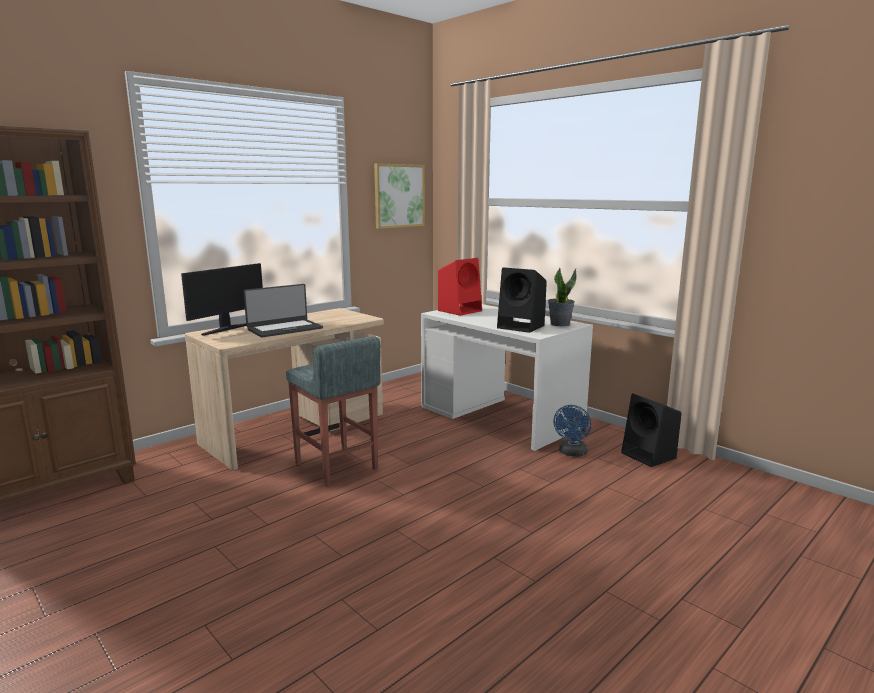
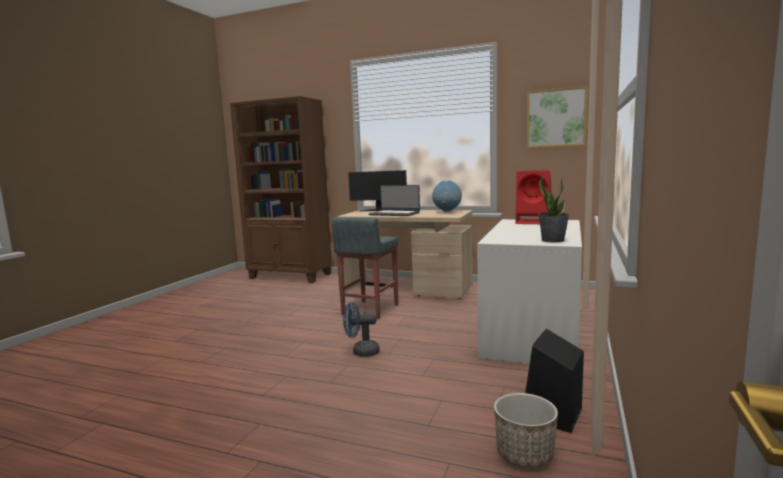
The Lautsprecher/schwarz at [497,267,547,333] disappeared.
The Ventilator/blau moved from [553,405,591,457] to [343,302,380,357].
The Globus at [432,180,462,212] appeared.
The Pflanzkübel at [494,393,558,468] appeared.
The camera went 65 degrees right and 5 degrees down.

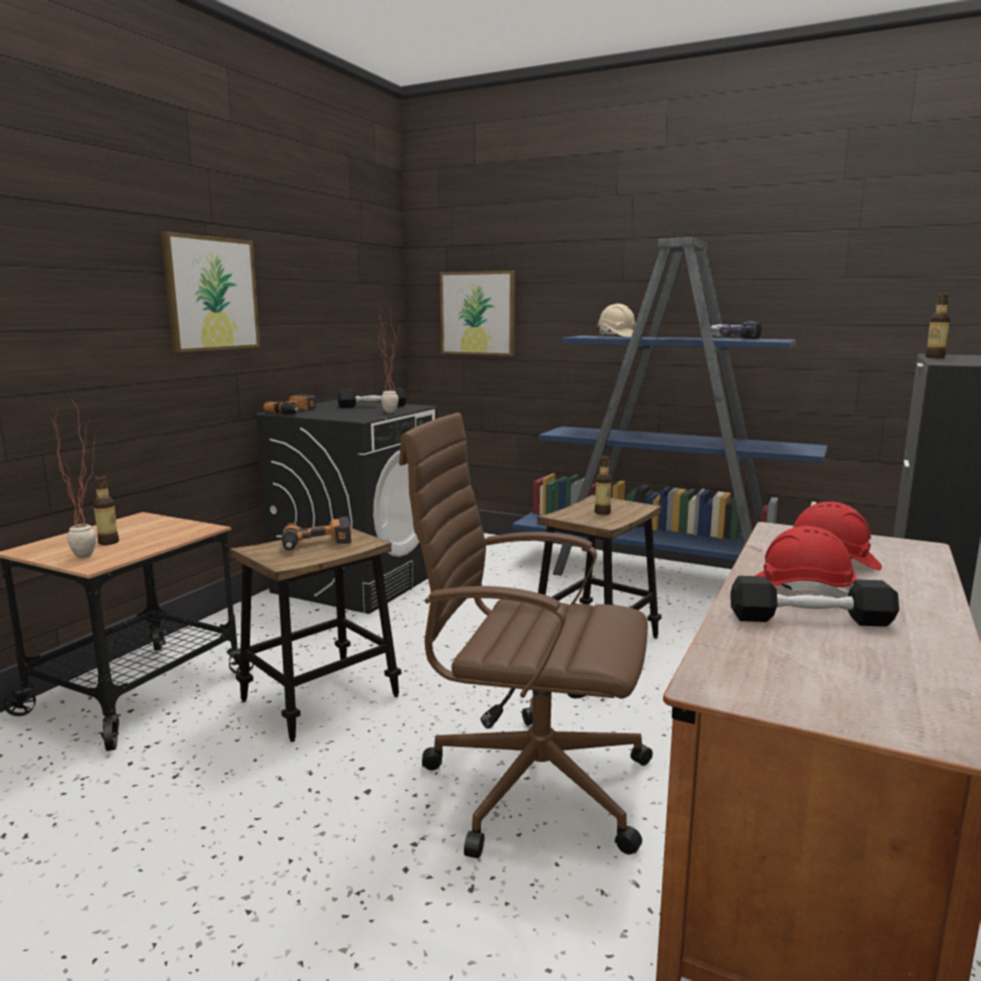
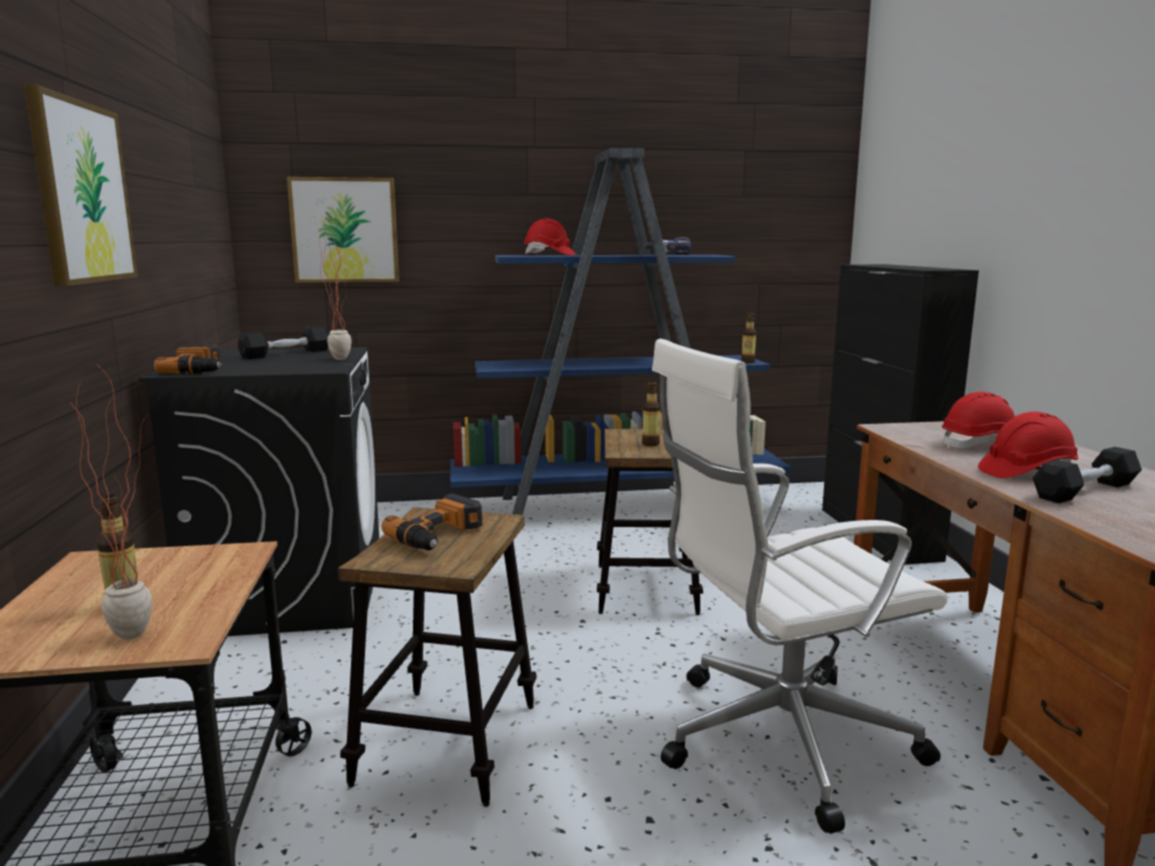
The Bürostuhl/braun at [399,413,653,858] became the Bürostuhl/weiß at [652,339,948,834].
The Schutzhelm/beige at [597,304,636,337] became the Schutzhelm/rot at [524,218,576,255].
The Flasche moved from [925,293,950,358] to [741,313,756,363].
The camera went 35 degrees left and 0 degrees up.

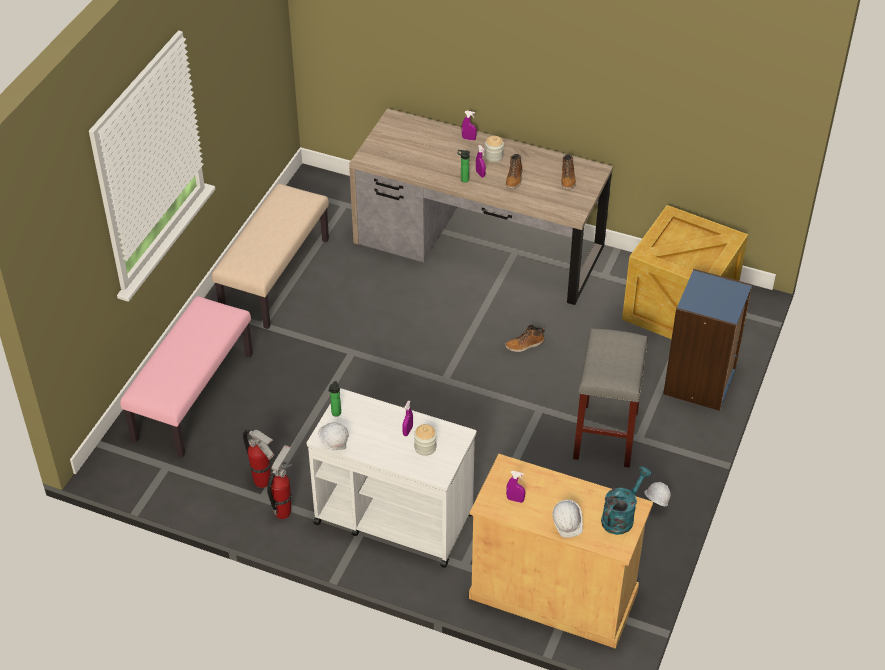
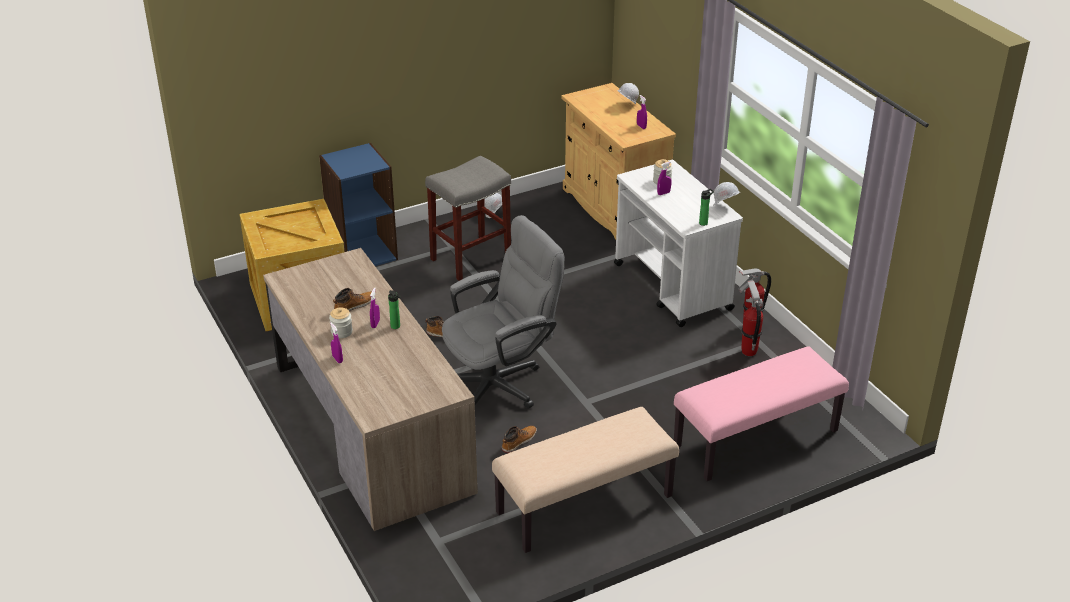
The Stiefel moved from [561,154,576,189] to [501,426,537,453].
The Gießkanne/türkis at [601,466,652,535] disappeared.
The Bürostuhl/grau at [442,215,565,409] appeared.
The camera went 140 degrees left and 10 degrees down.

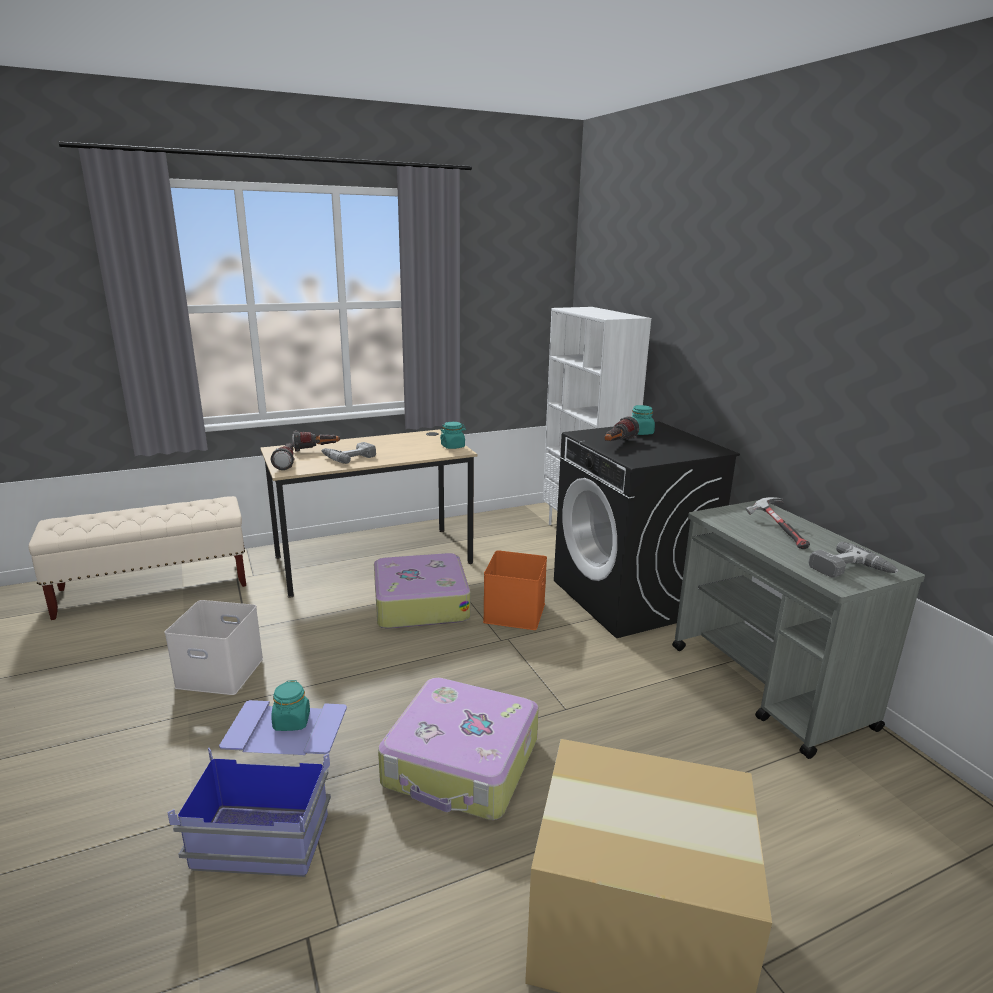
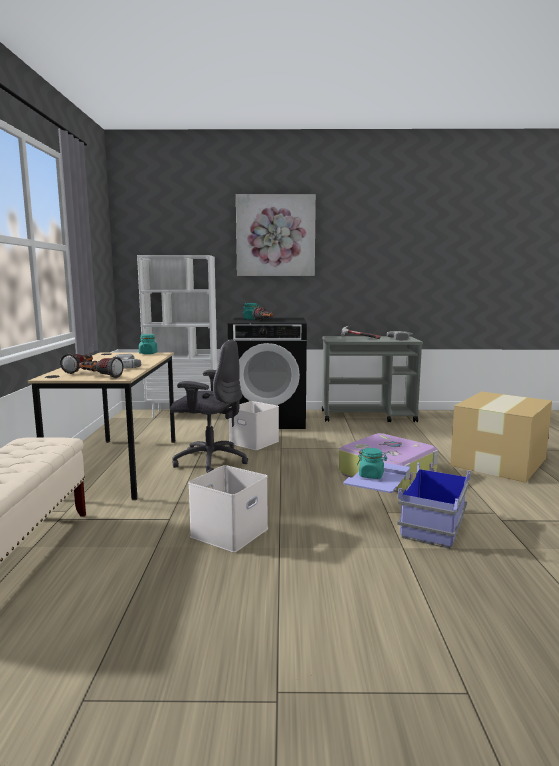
The Koffer at [374,553,470,629] was replaced by the Bürostuhl/grau at [170,340,248,473].
The Aufbewahrungsbox/orange at [483,550,547,630] became the Aufbewahrungsbox/weiß at [229,401,279,450].
The Bild at [236,194,316,276] appeared.
The camera went 65 degrees left and 10 degrees down.

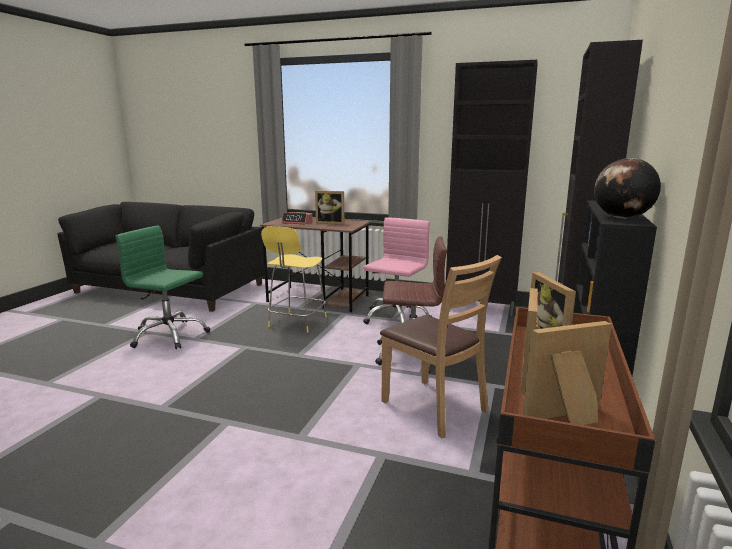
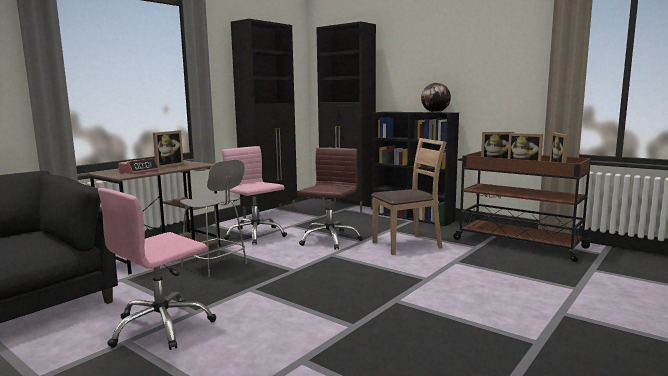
The Bürostuhl/grün at [115,226,210,349] became the Bürostuhl/rosa at [98,188,216,350].
The Hocker/gelb at [261,226,327,333] became the Hocker/grau at [180,160,247,277].
The camera went 70 degrees left and 5 degrees down.

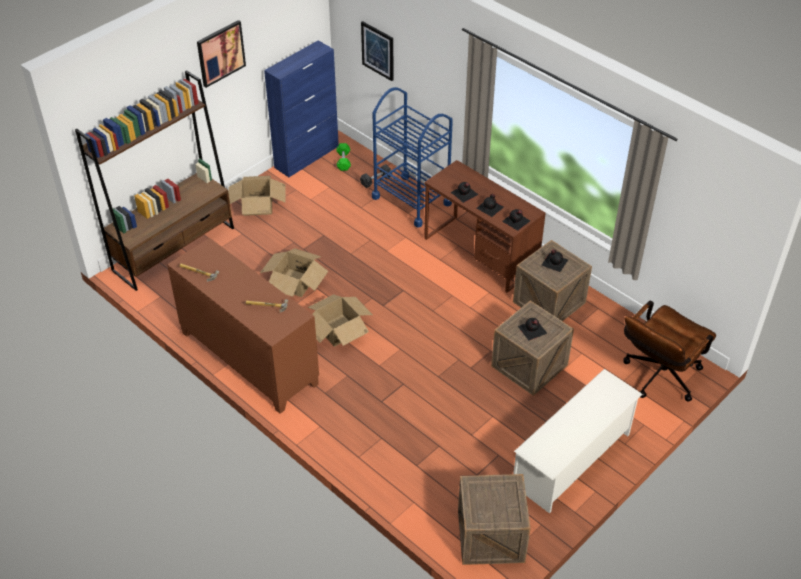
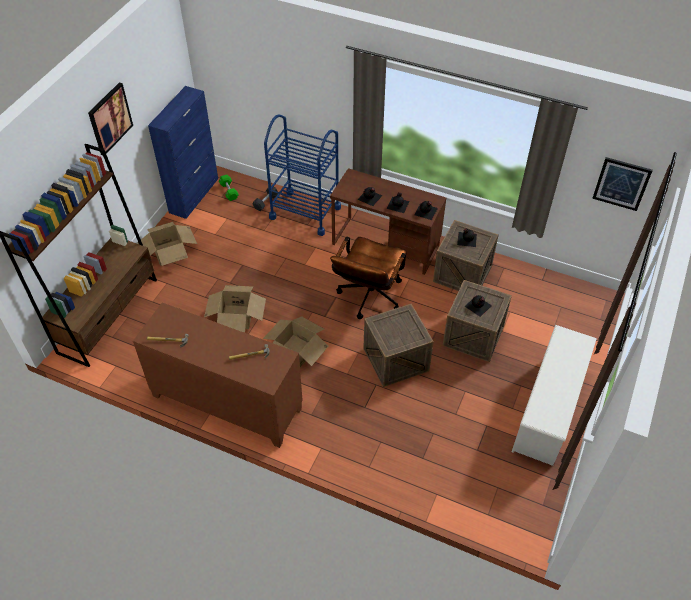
The Bild moved from [361,21,394,81] to [592,157,653,211].
The Kiste moved from [458,474,531,565] to [363,304,434,387].
The Bürostuhl/braun moved from [623,300,716,402] to [330,237,407,319].
The camera went 20 degrees left and 5 degrees up.

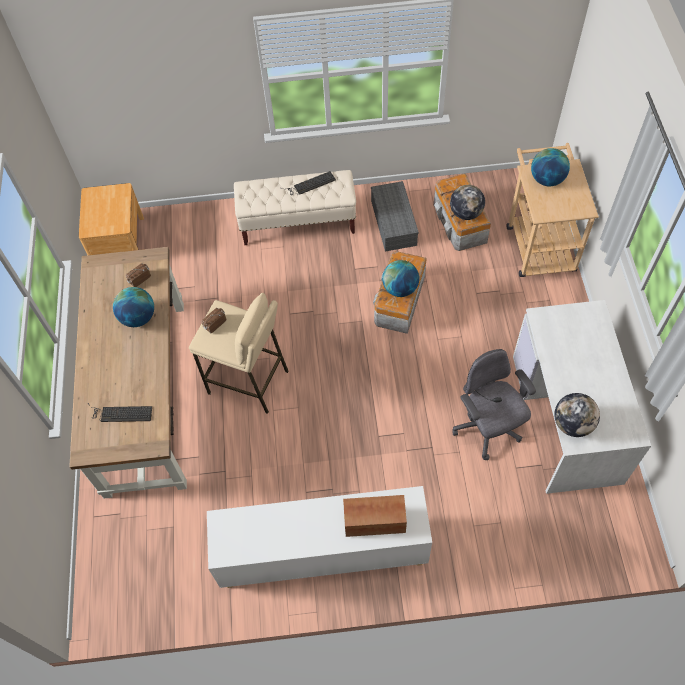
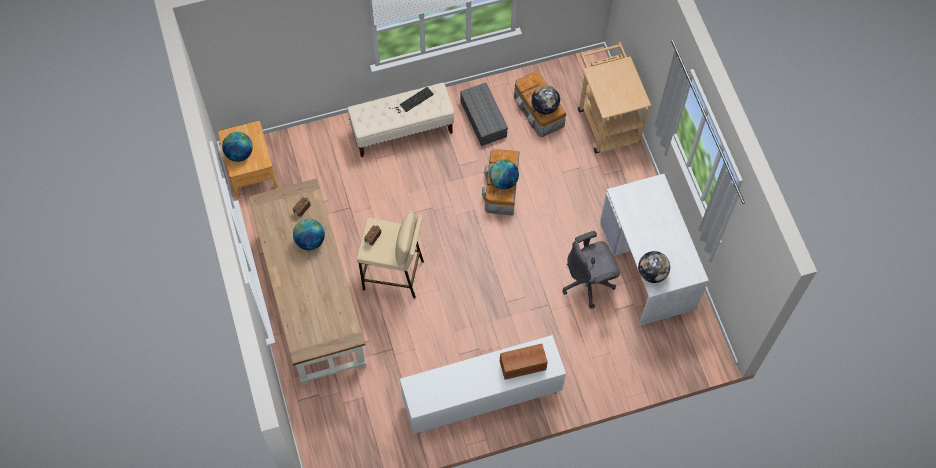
The Tastatur at [88,403,152,422] disappeared.
The Bürostuhl/grau at [452,349,536,460] turned 75 degrees counterclockwise.
The Globus moved from [531,148,570,186] to [222,132,253,162].
The camera went 15 degrees left and 5 degrees up.

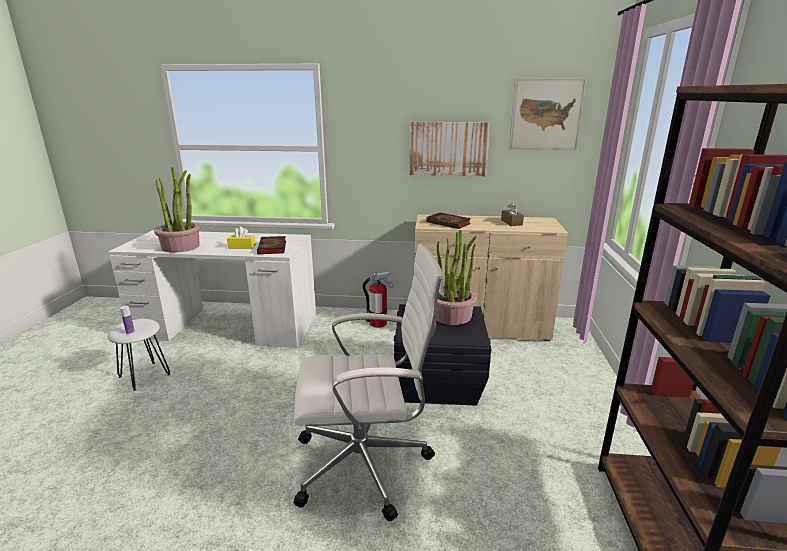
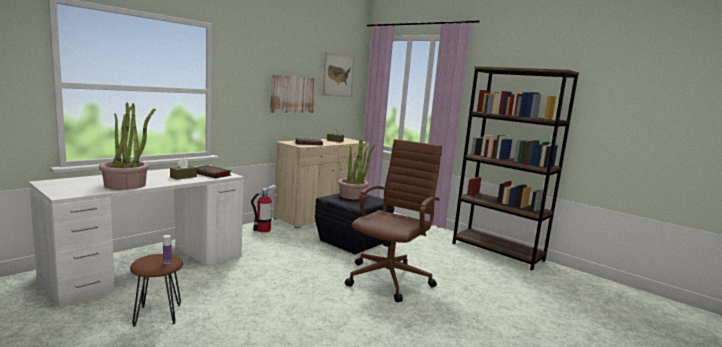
The Hocker/weiß at [108,319,170,391] became the Hocker/braun at [130,254,183,327].
The Taschentuchbox/gelb at [227,227,256,249] became the Taschentuchbox/braun at [170,158,197,180].
The Bürostuhl/weiß at [294,244,444,521] became the Bürostuhl/braun at [345,139,442,302].
The camera went 55 degrees left and 10 degrees down.

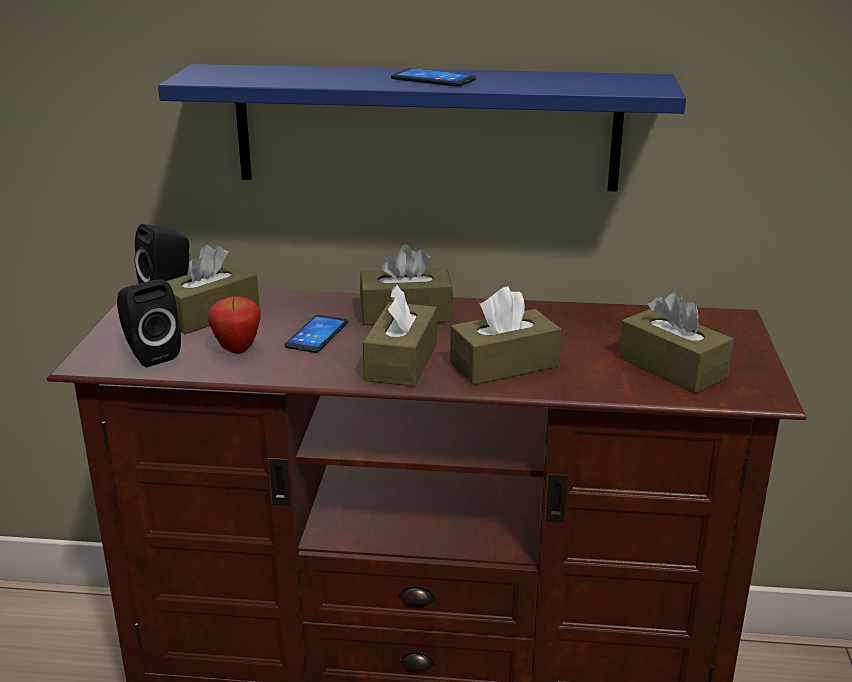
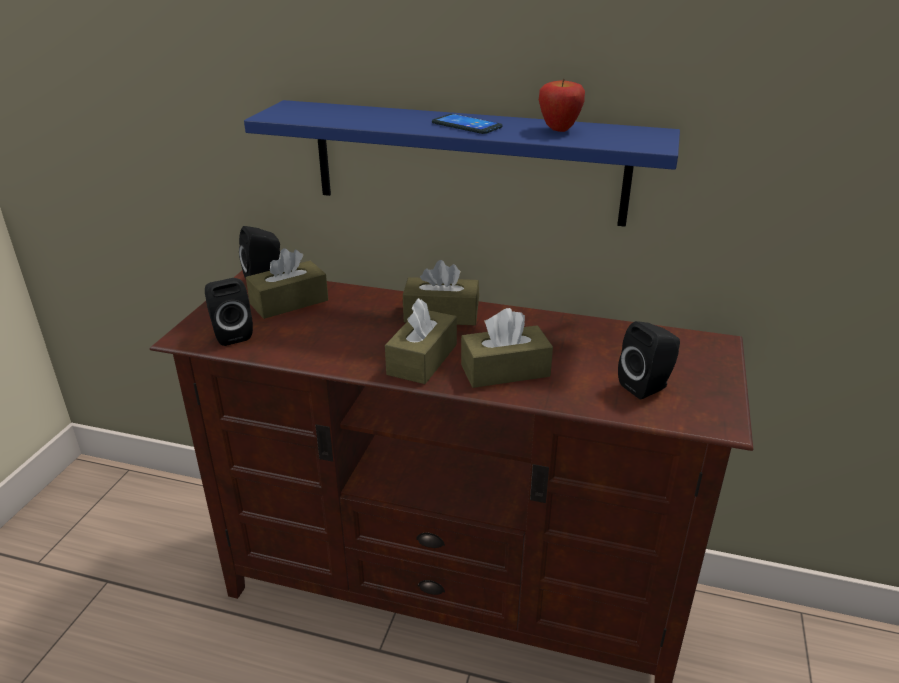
The Apfel moved from [208,296,261,354] to [539,78,585,132].
The Handy at [284,315,348,353] disappeared.
The Taschentuchbox/braun at [619,291,734,393] was replaced by the Lautsprecher/schwarz at [618,321,680,399].
The camera went 10 degrees right and 5 degrees up.

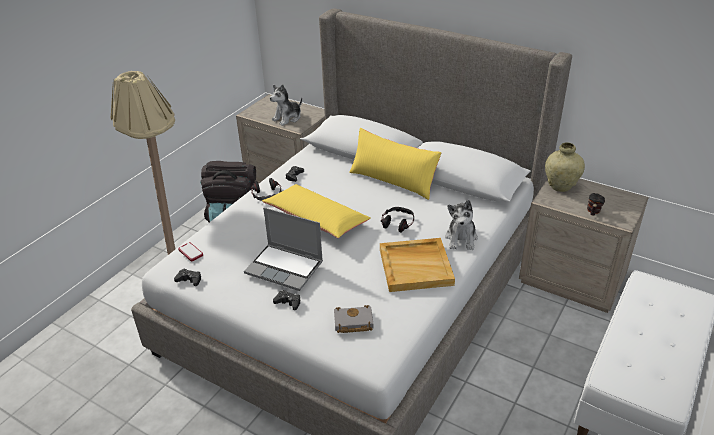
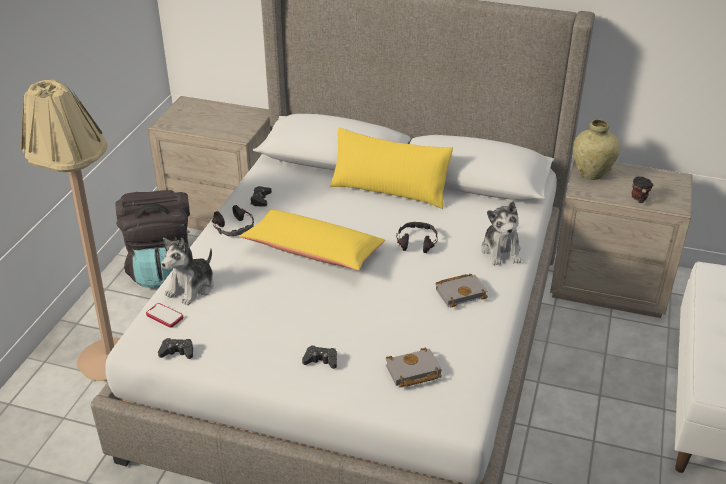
The Laptop at [244,207,323,291] disappeared.
The Plüschtier moved from [270,84,302,126] to [161,238,214,305].
The Tablett/beige at [380,238,455,292] was replaced by the Buch/grau at [436,274,488,307].
The camera went 15 degrees left and 0 degrees up.

